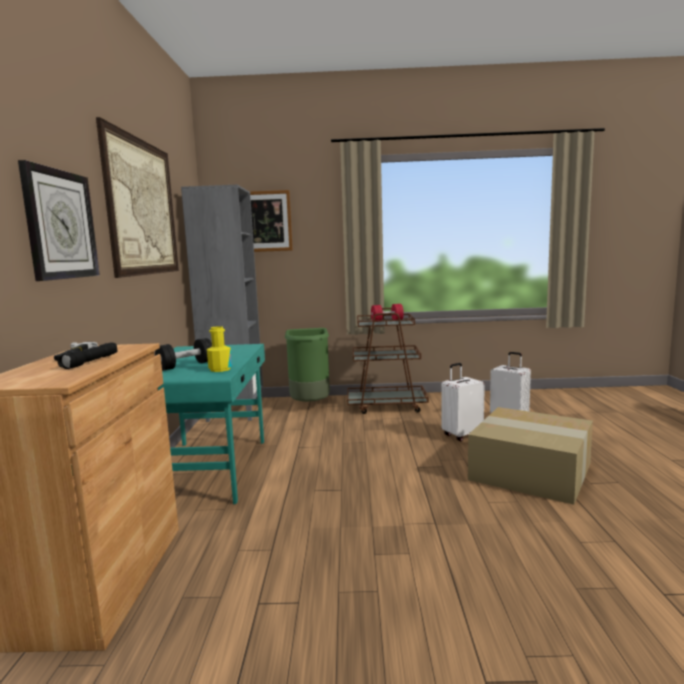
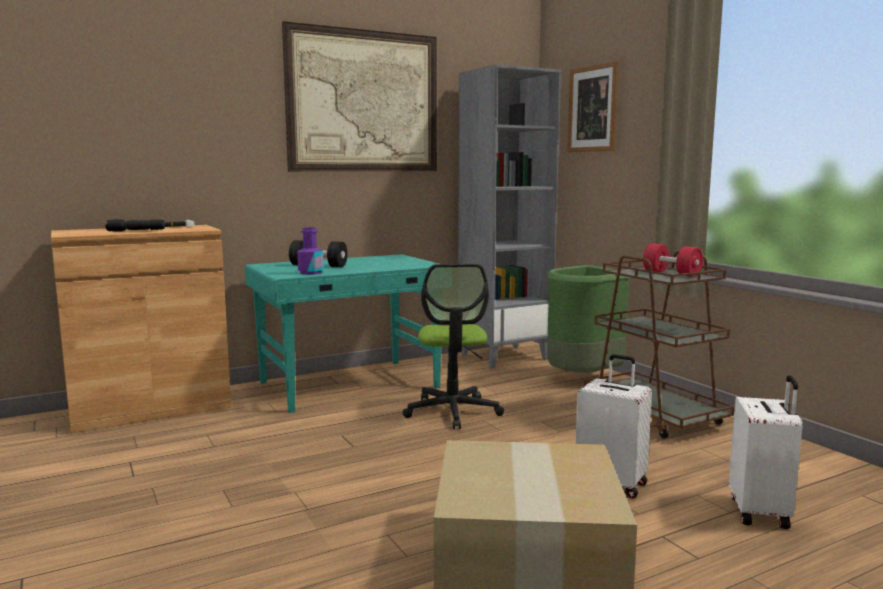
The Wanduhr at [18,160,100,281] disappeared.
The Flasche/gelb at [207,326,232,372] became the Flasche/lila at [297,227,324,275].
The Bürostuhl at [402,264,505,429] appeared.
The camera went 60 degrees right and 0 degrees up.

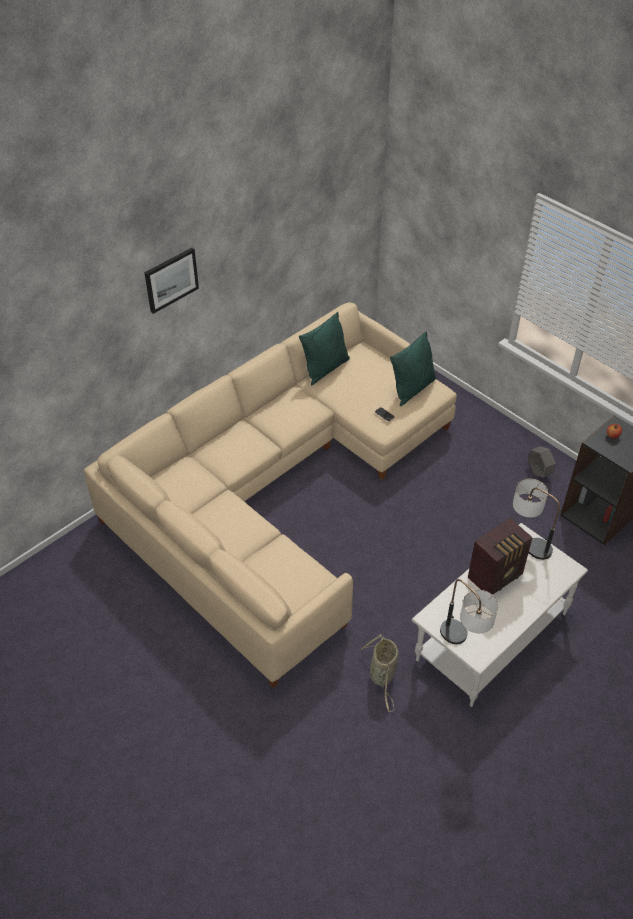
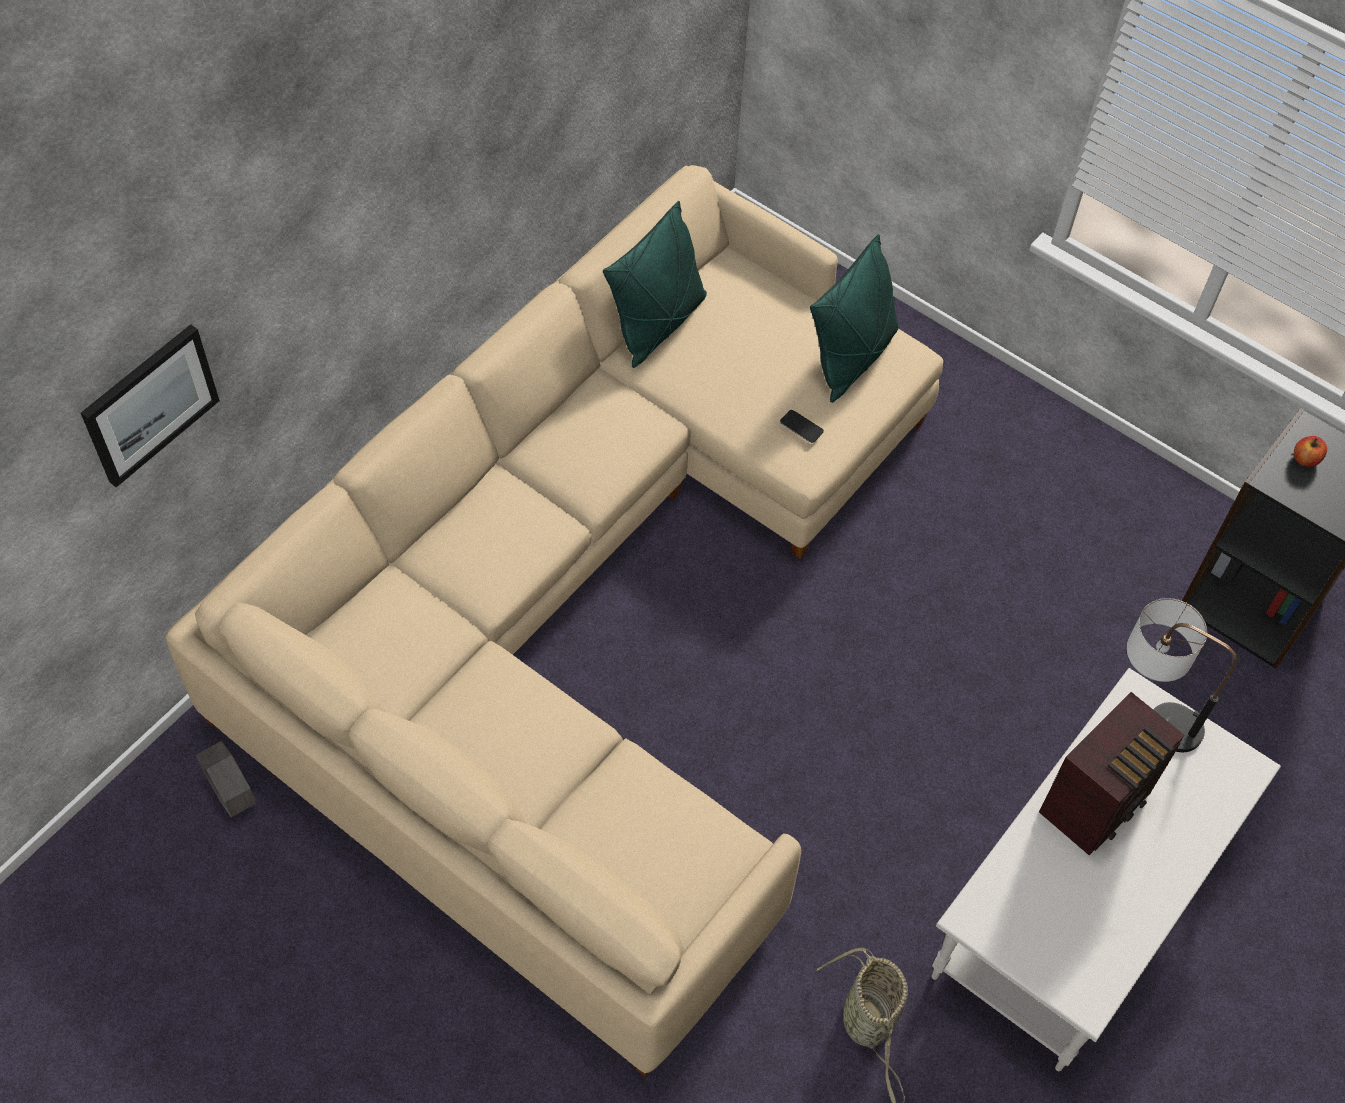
The Bild moved from [144,248,199,314] to [81,324,220,487].
The Tischlampe at [440,579,498,644] disappeared.
The Pflanzkübel/grau moved from [528,446,556,478] to [196,741,256,817].
The camera went 10 degrees left and 10 degrees up.

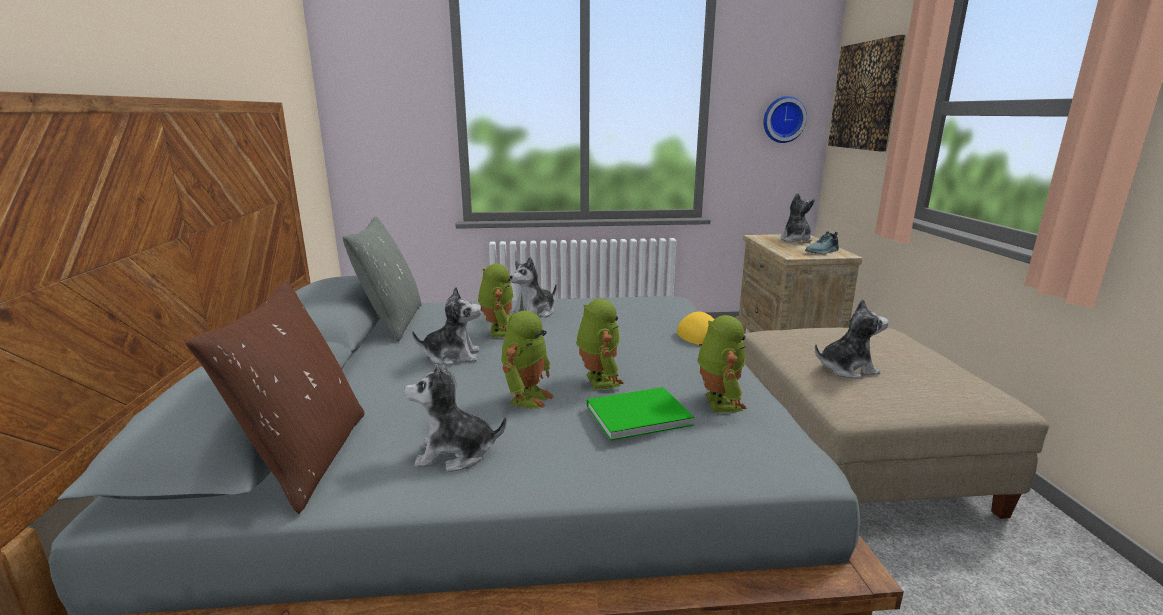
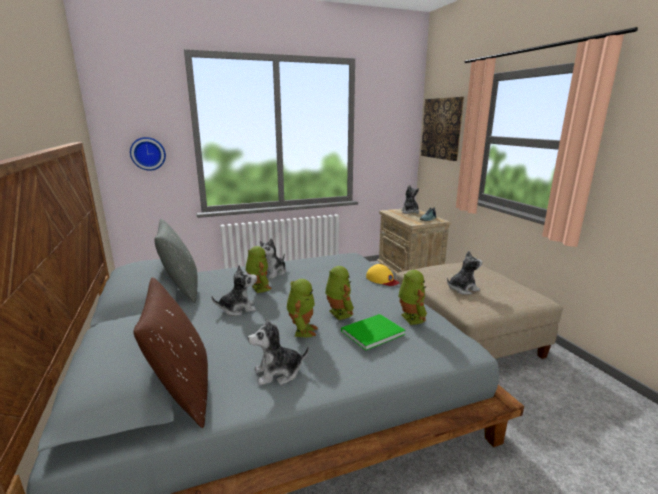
The Wanduhr moved from [763,96,807,143] to [130,137,166,171].
The camera went 15 degrees left and 0 degrees up.

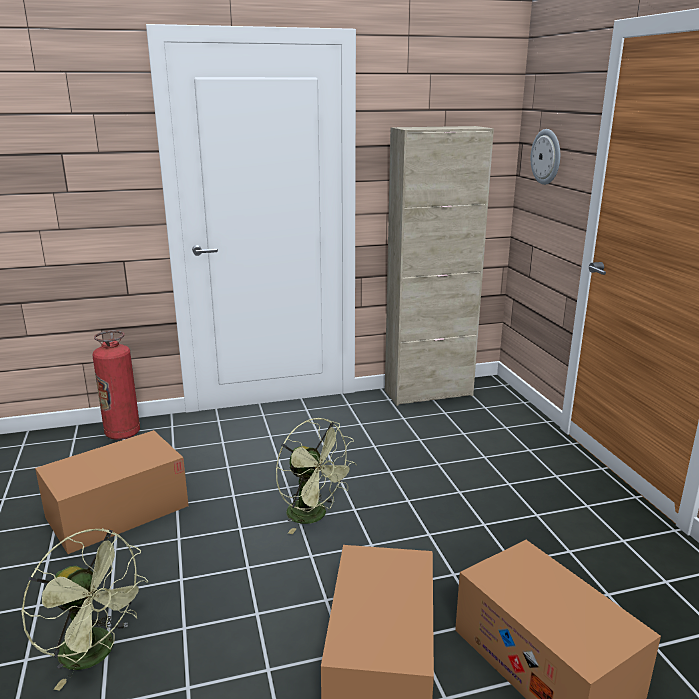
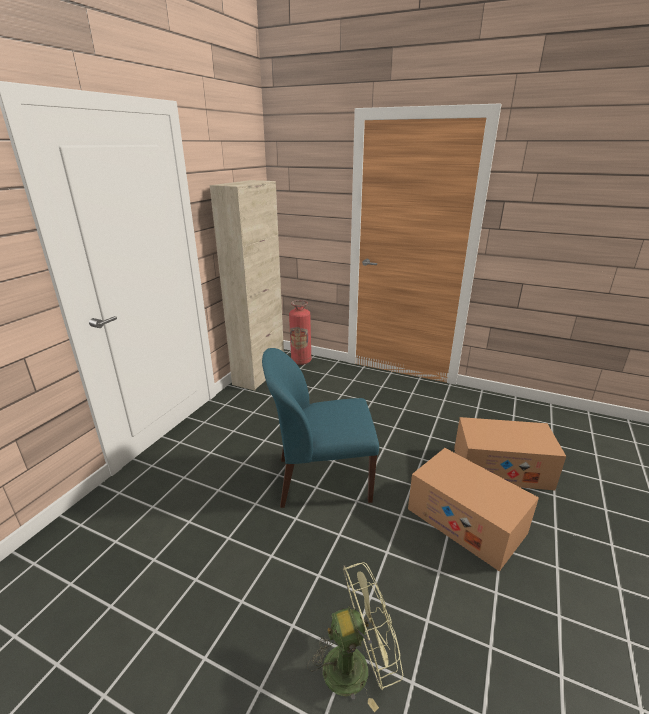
The Karton at [35,430,189,554] disappeared.
The Feuerlöscher moved from [92,330,140,440] to [289,300,311,365].
The Ventilator/grün at [276,418,357,534] was replaced by the Stuhl/blau at [262,348,379,508].
The Wanduhr at [531,129,560,185] disappeared.
The camera went 50 degrees left and 5 degrees up.

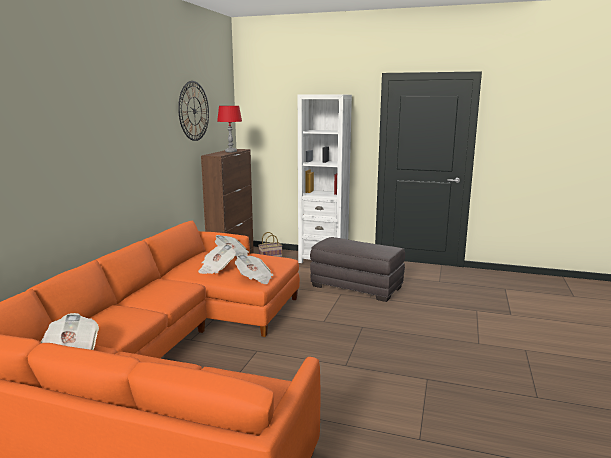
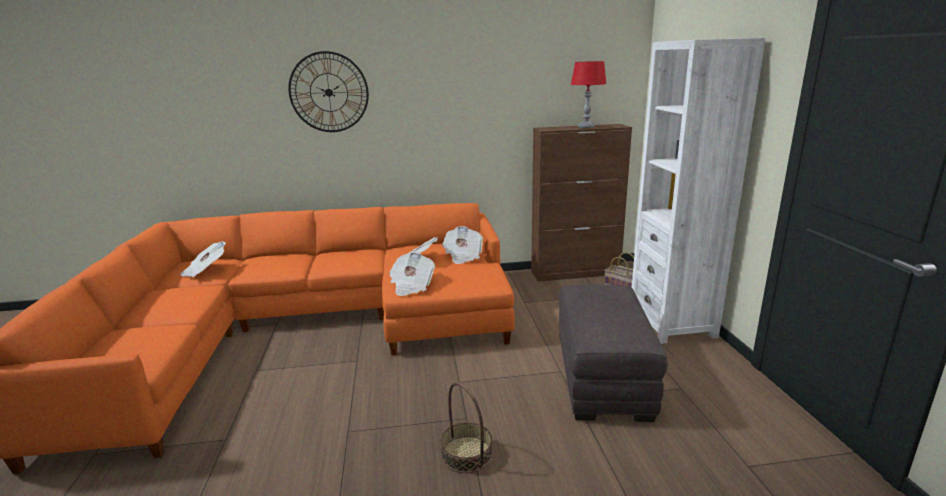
The Wanduhr moved from [178,81,209,141] to [288,51,369,132].
The Korb at [440,382,493,473] appeared.
The camera went 65 degrees right and 5 degrees up.

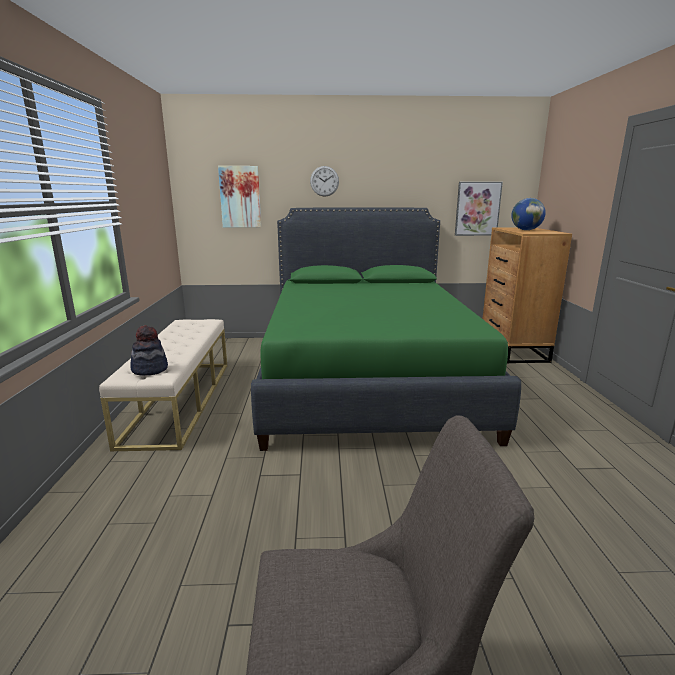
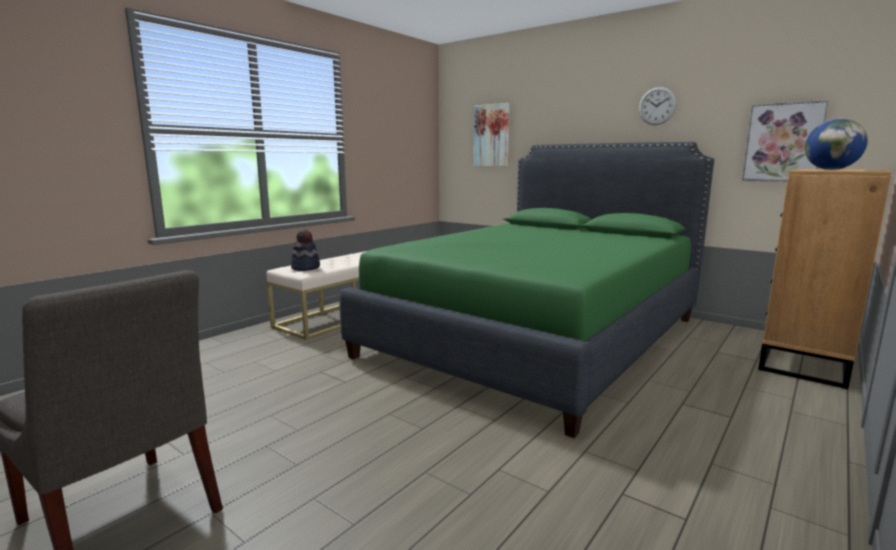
The Wanduhr moved from [310,166,339,197] to [639,87,677,125].
The camera went 40 degrees right and 5 degrees down.

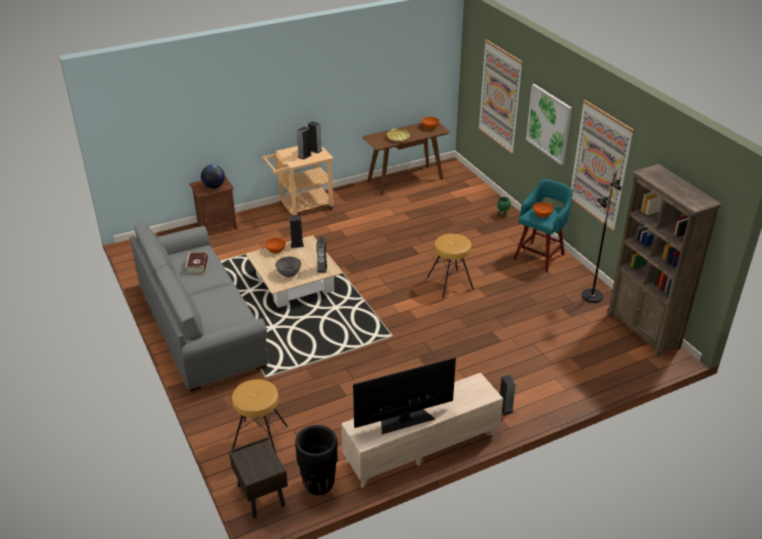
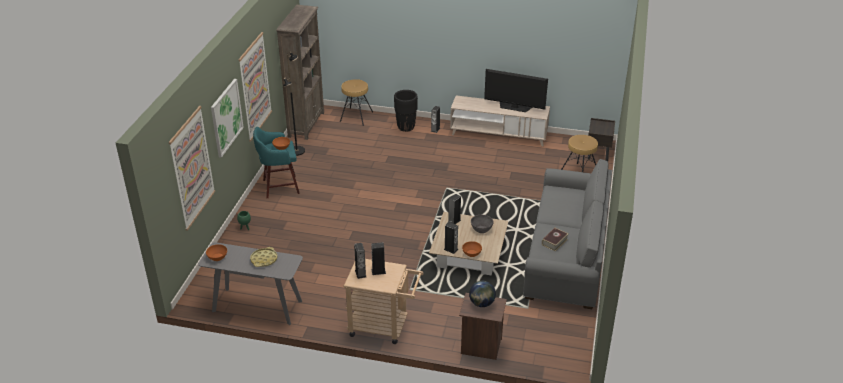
The Pflanzkübel/schwarz moved from [295,425,338,495] to [394,90,418,132].
The Konsolentisch/braun at [362,123,450,196] became the Konsolentisch/grau at [198,242,303,325].
The Hocker/braun moved from [427,234,474,298] to [340,79,373,126].
The camera went 140 degrees left and 0 degrees up.

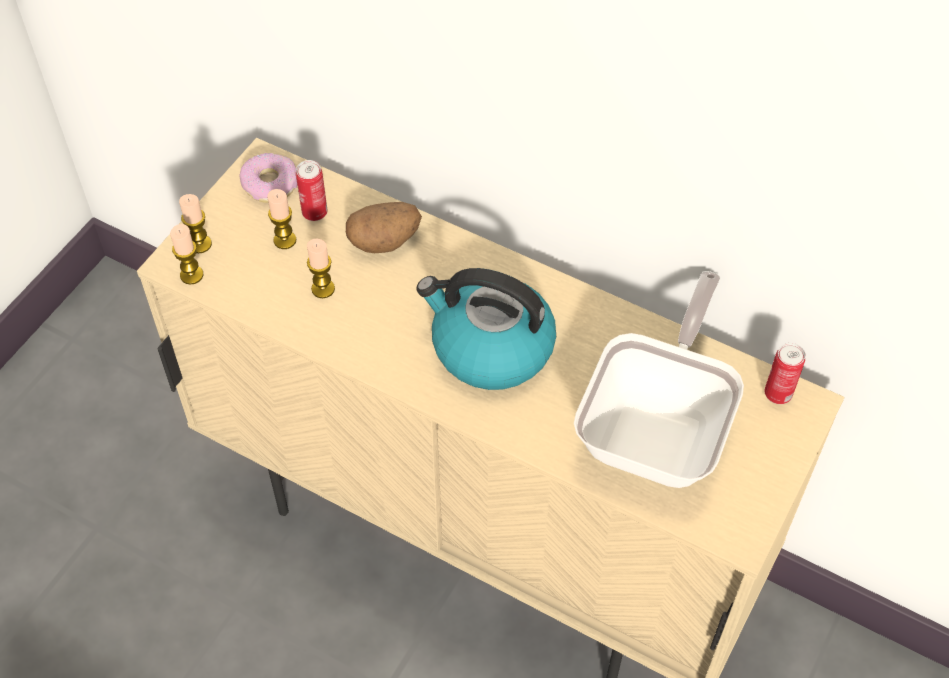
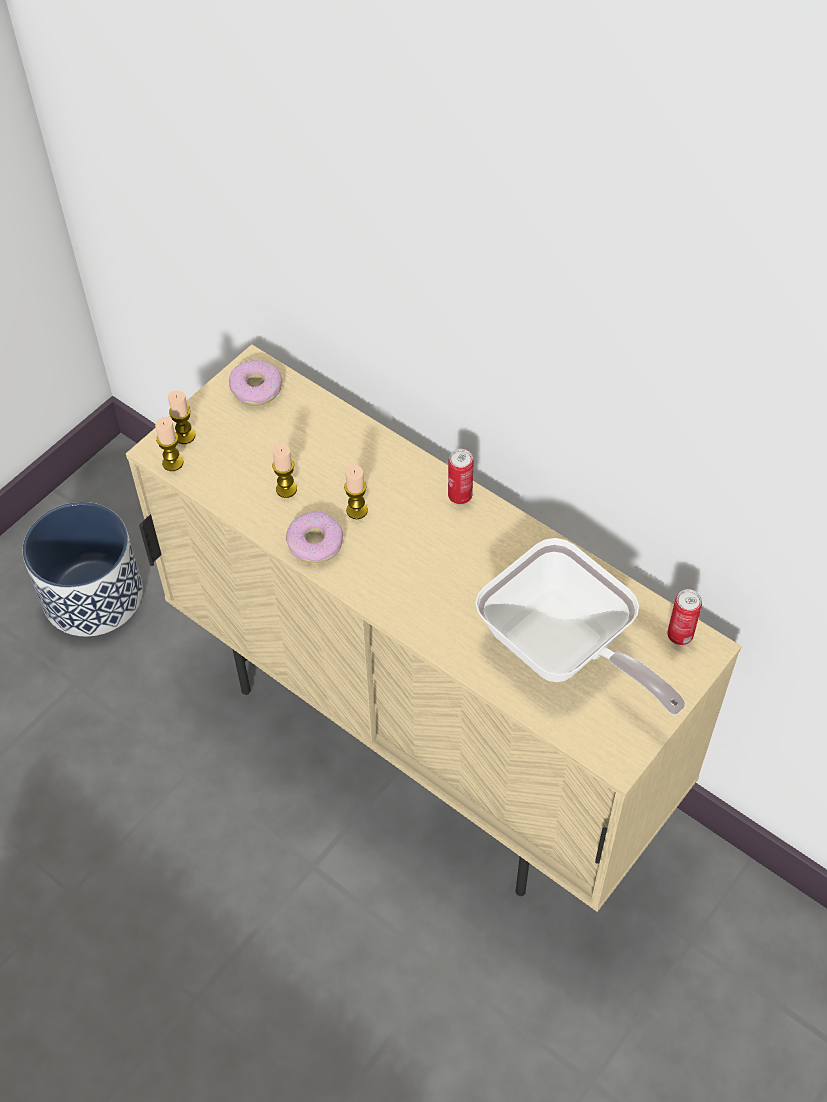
The Kerze moved from [267,189,296,249] to [344,465,368,519].
The Dose moved from [296,160,327,221] to [448,449,474,504].
The Kartoffel at [346,202,422,253] disappeared.
The Wasserkessel at [417,268,556,390] disappeared.
The Pfanne at [574,271,744,488] turned 105 degrees clockwise.
The Pflanzkübel at [22,502,143,637] appeared.
The Donut at [286,511,343,563] appeared.
The camera went 10 degrees right and 0 degrees up.

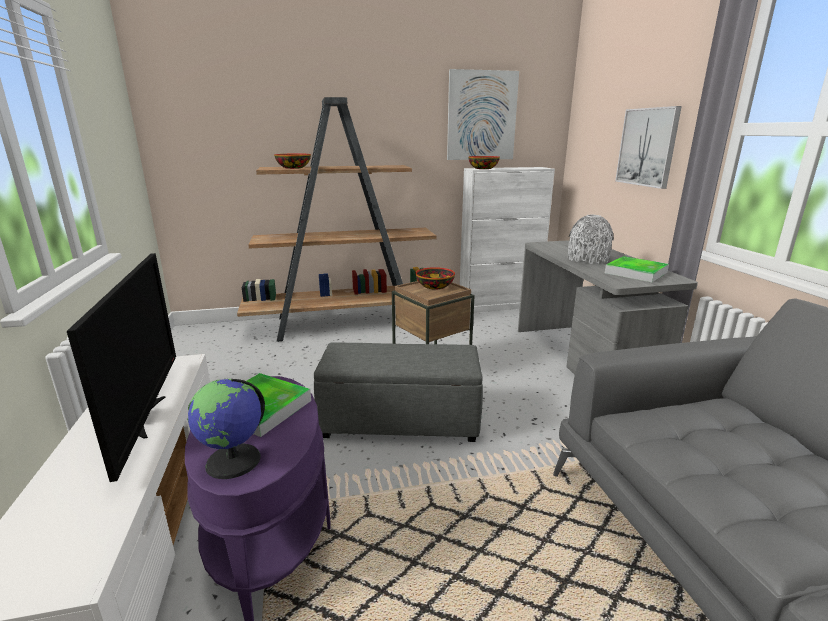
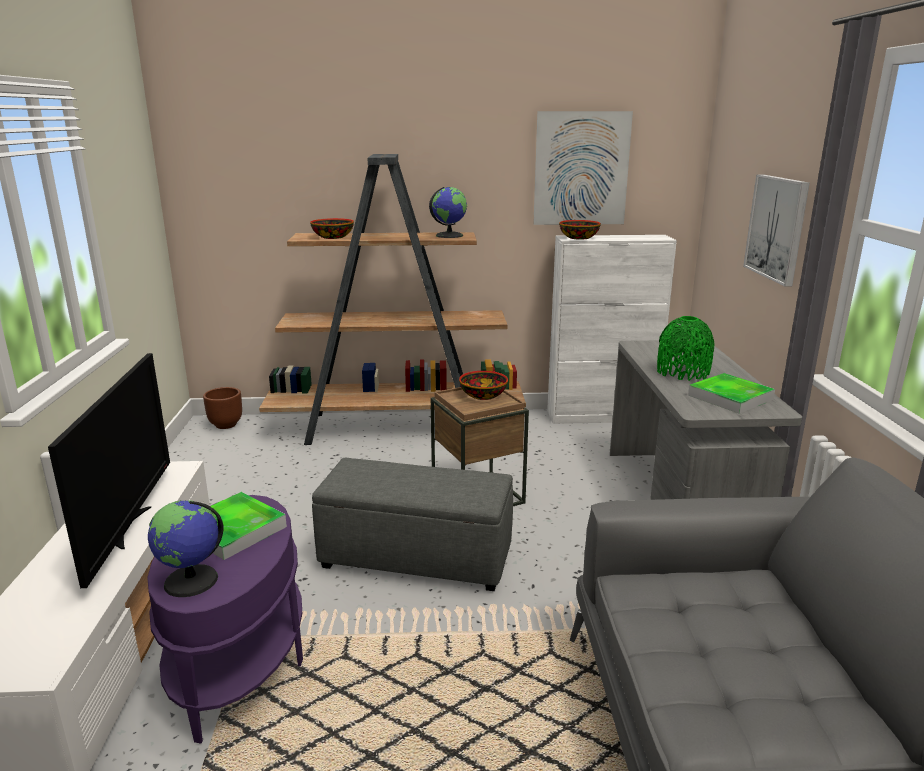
The Vase/grau at [568,215,614,264] became the Vase/grün at [657,316,715,381].
The Pflanzkübel/braun at [203,387,242,429] appeared.
The Globus at [429,187,467,238] appeared.
The camera went 10 degrees right and 0 degrees up.

